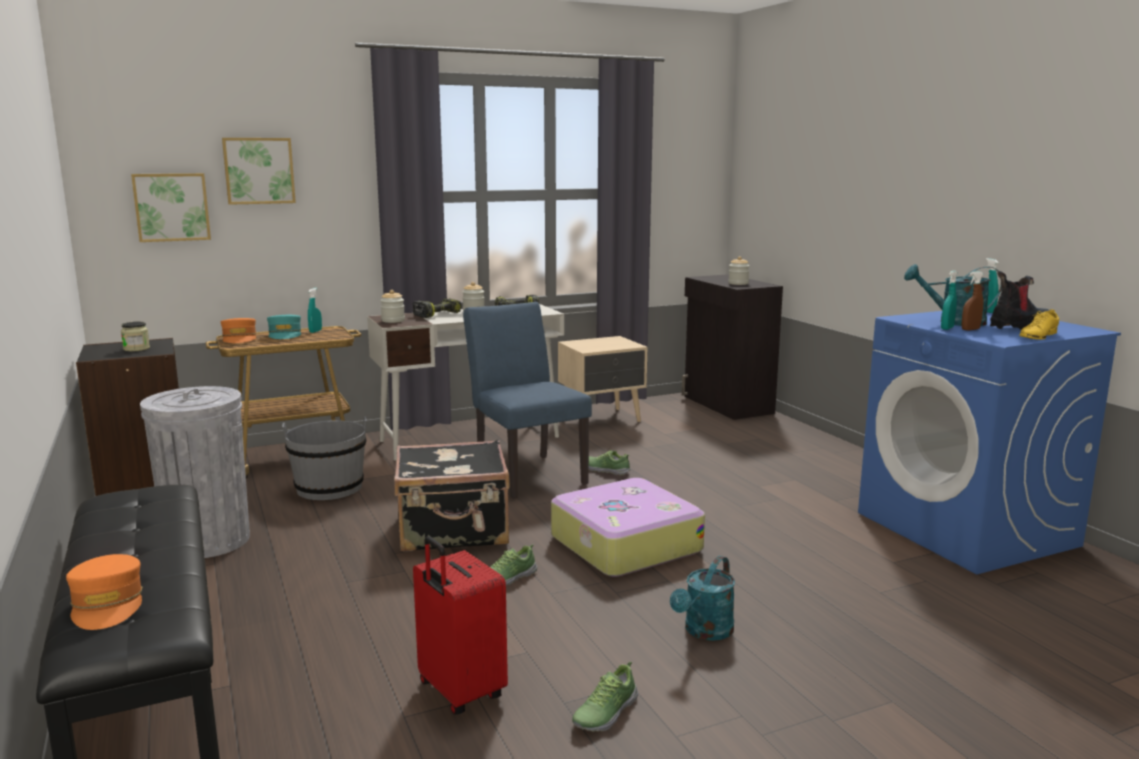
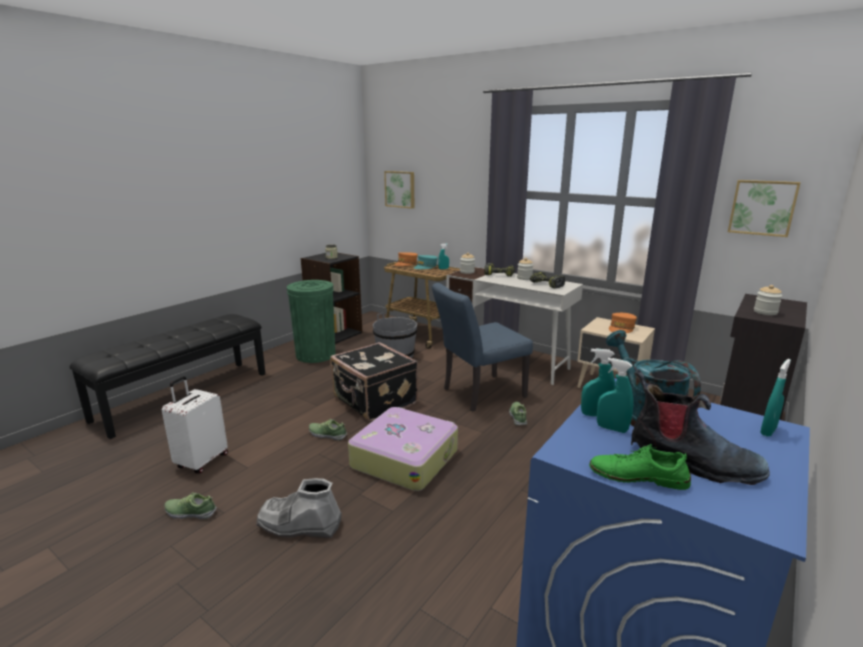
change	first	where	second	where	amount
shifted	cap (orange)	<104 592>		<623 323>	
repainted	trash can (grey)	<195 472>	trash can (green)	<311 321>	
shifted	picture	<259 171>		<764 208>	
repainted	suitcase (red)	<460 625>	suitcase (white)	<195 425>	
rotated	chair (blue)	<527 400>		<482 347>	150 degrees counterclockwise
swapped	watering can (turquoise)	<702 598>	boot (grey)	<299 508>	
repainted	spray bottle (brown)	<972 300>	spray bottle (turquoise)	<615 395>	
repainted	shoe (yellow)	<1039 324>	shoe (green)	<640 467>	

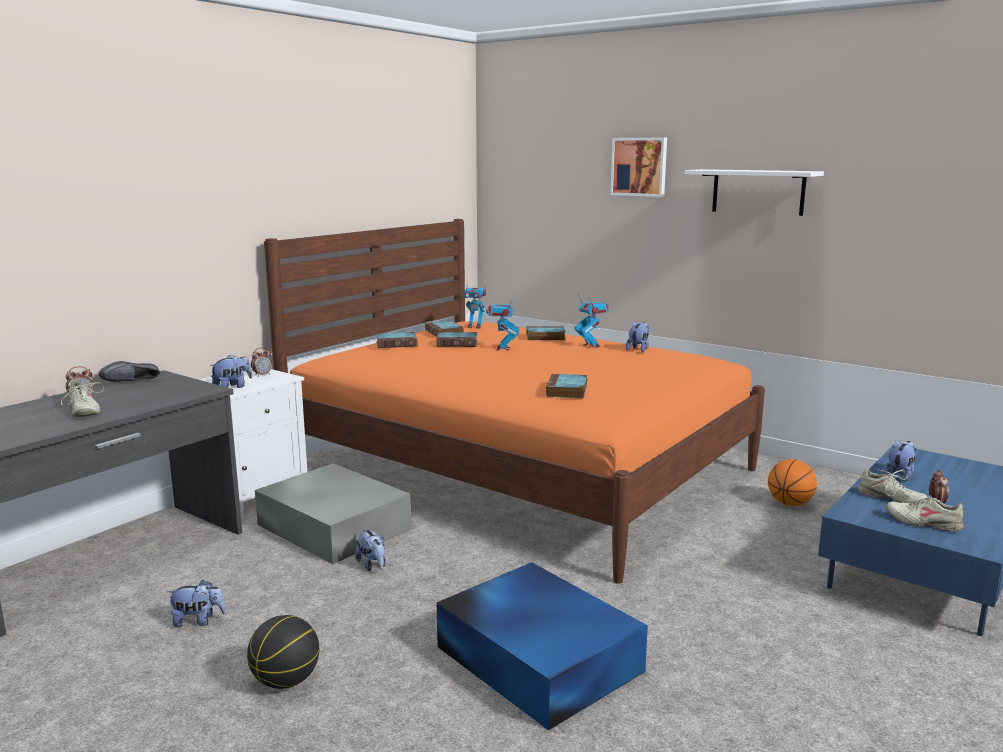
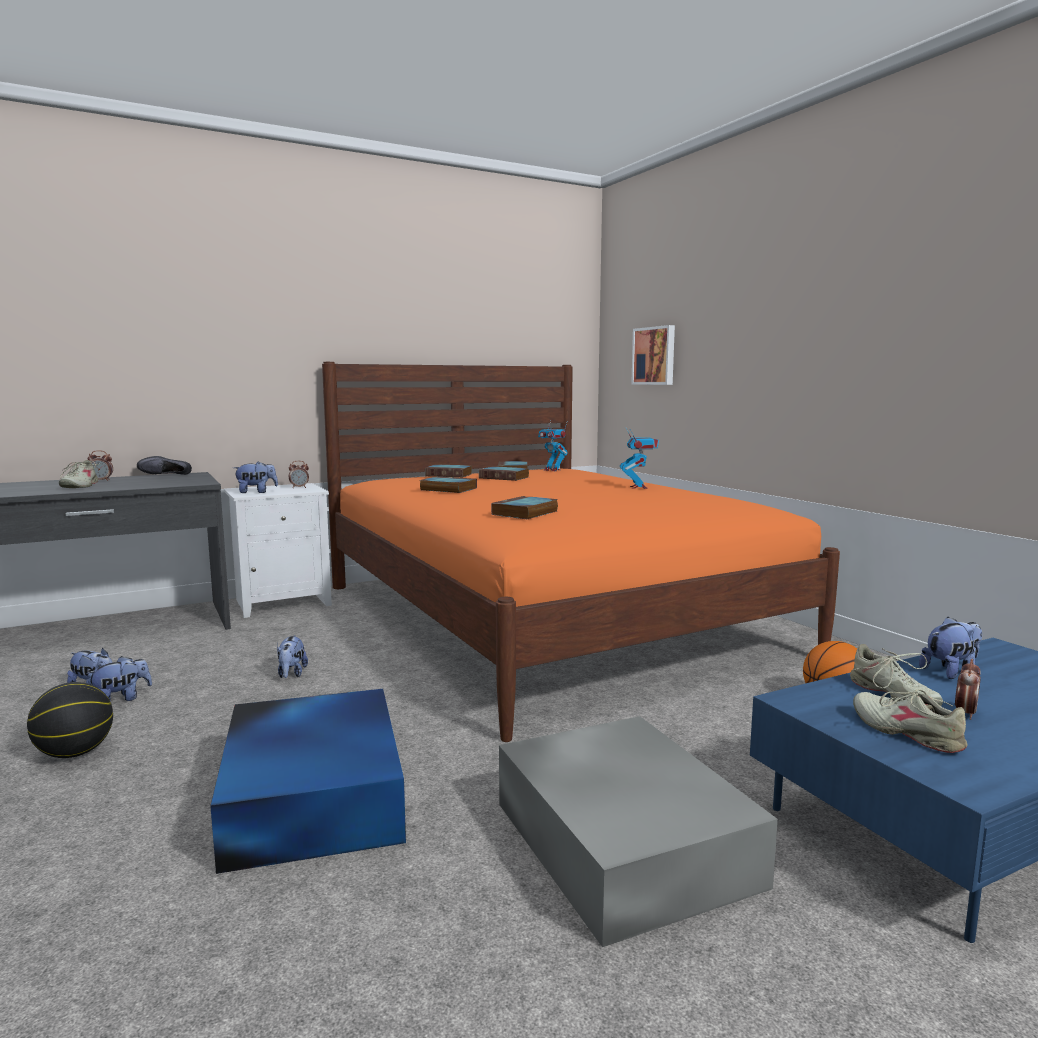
change	first	where	second	where	amount
shifted	storage box (grey)	<333 513>		<638 831>	
gone	toy robot	<502 323>			
shifted	book	<546 333>		<448 484>	
shifted	picture	<638 167>		<653 355>	
shifted	plush toy	<637 337>		<119 678>	
gone	shelf (white)	<754 192>			

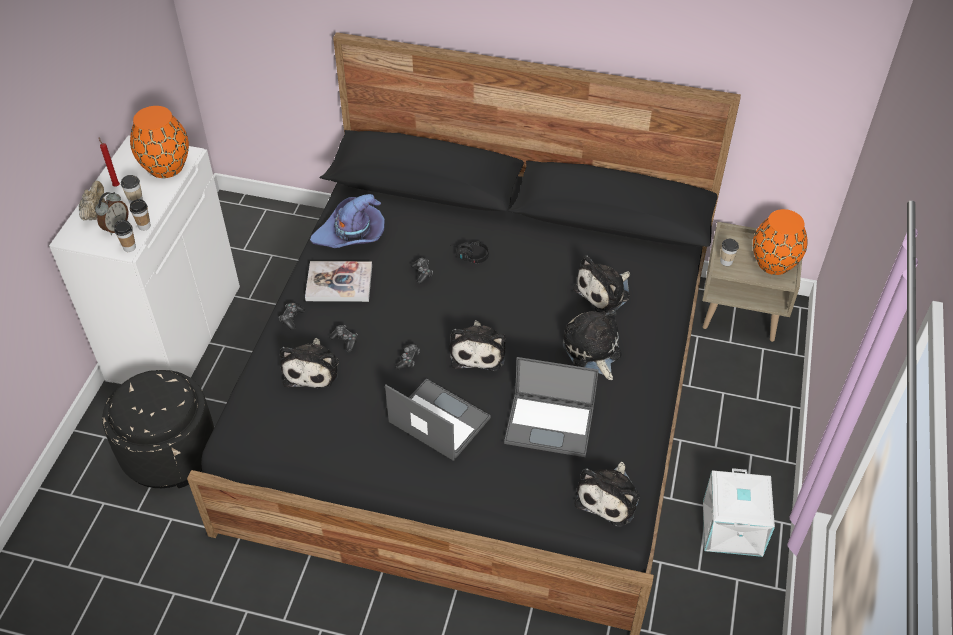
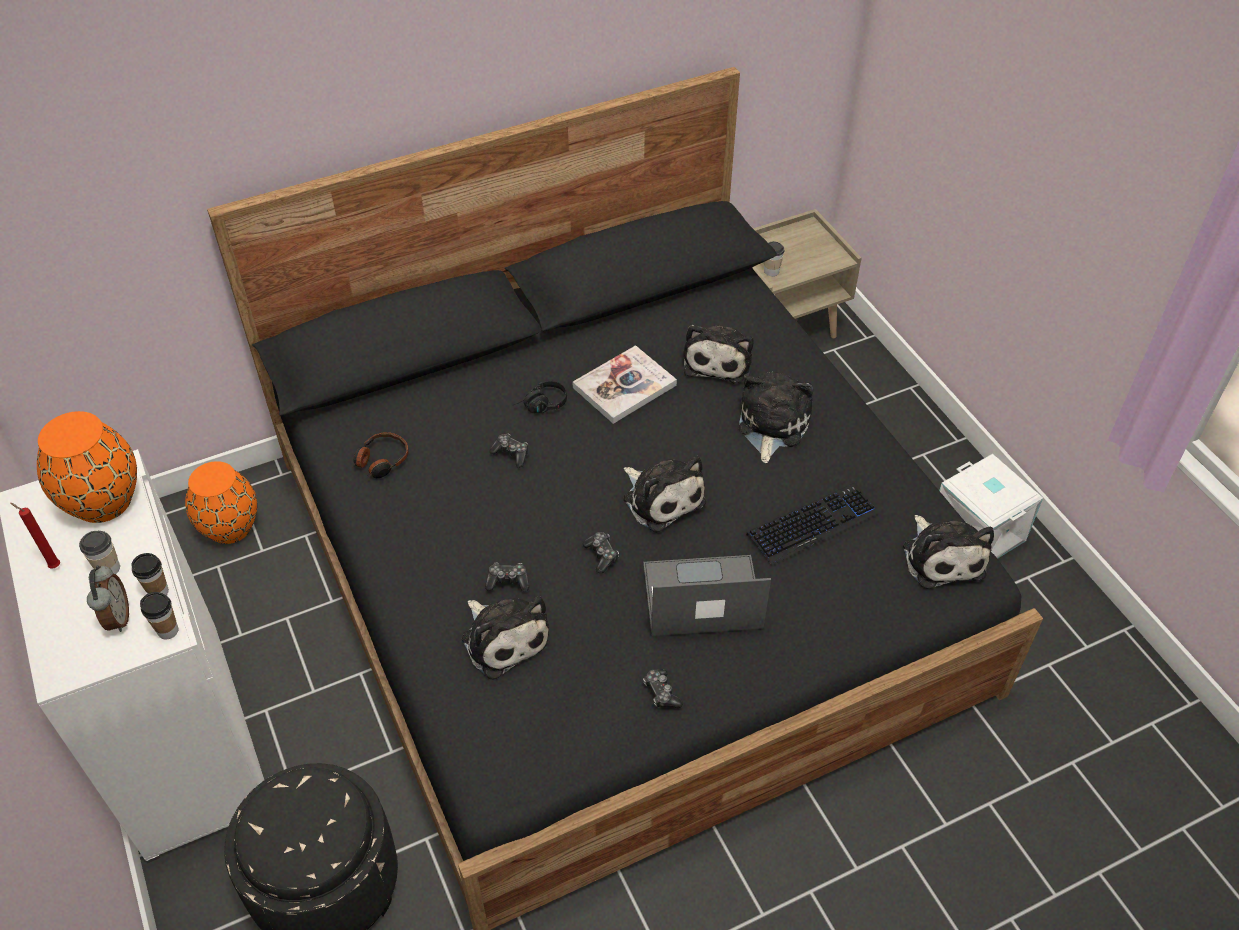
change	first	where	second	where	amount
gone	teapot (beige)	<92 200>			
shifted	game controller	<292 316>		<663 688>	
shifted	book	<338 281>		<625 384>	
swapped	hat (purple)	<347 221>	headphones	<381 455>	
swapped	laptop	<551 407>	keyboard	<813 524>	
rotated	plush toy	<592 344>		<776 417>	75 degrees clockwise
shifted	vase (orange)	<780 242>		<221 502>	

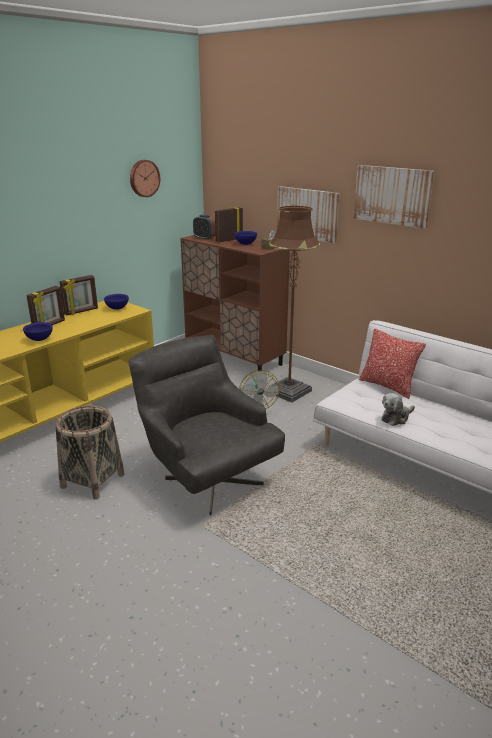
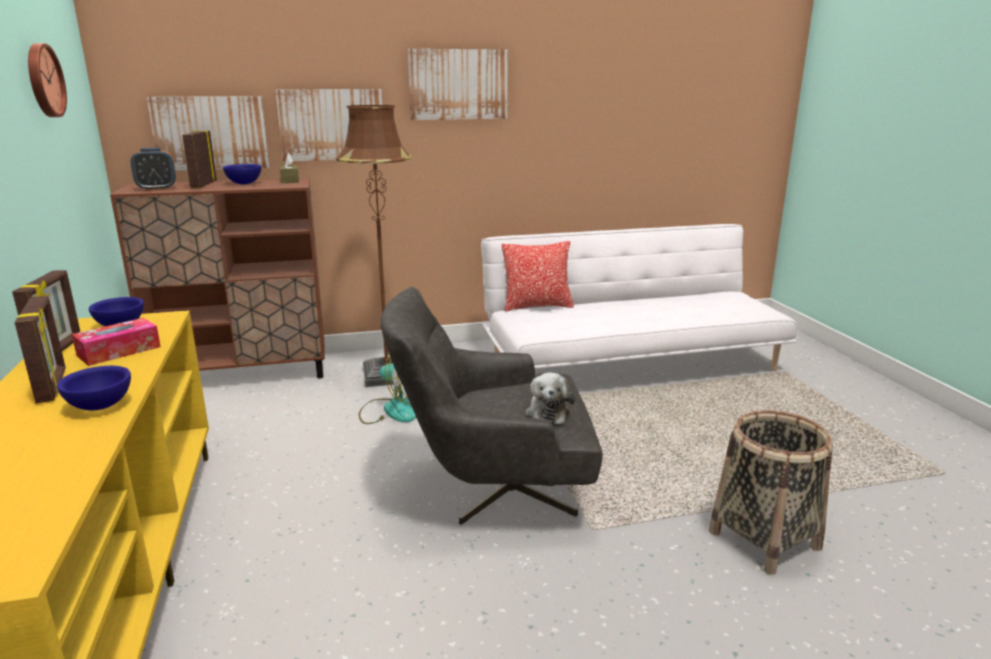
change	first	where	second	where	amount
shifted	basket	<90 452>		<771 492>	
shifted	plush toy	<398 409>		<550 398>	
new			tissue box	<116 342>	
new			picture	<208 133>	

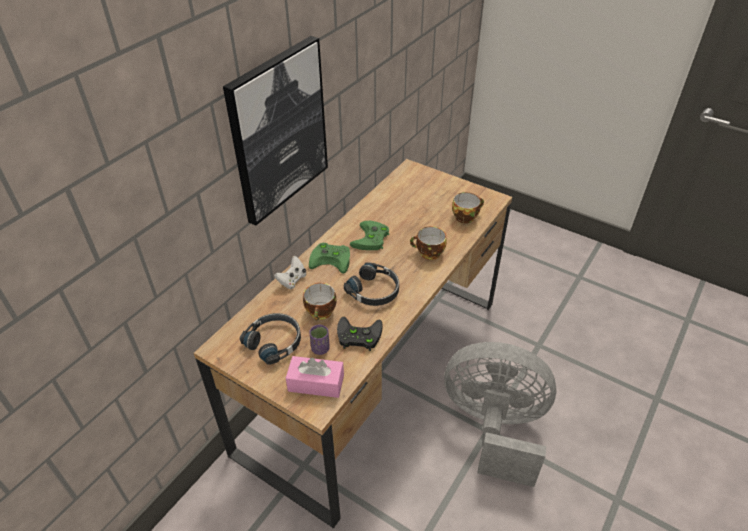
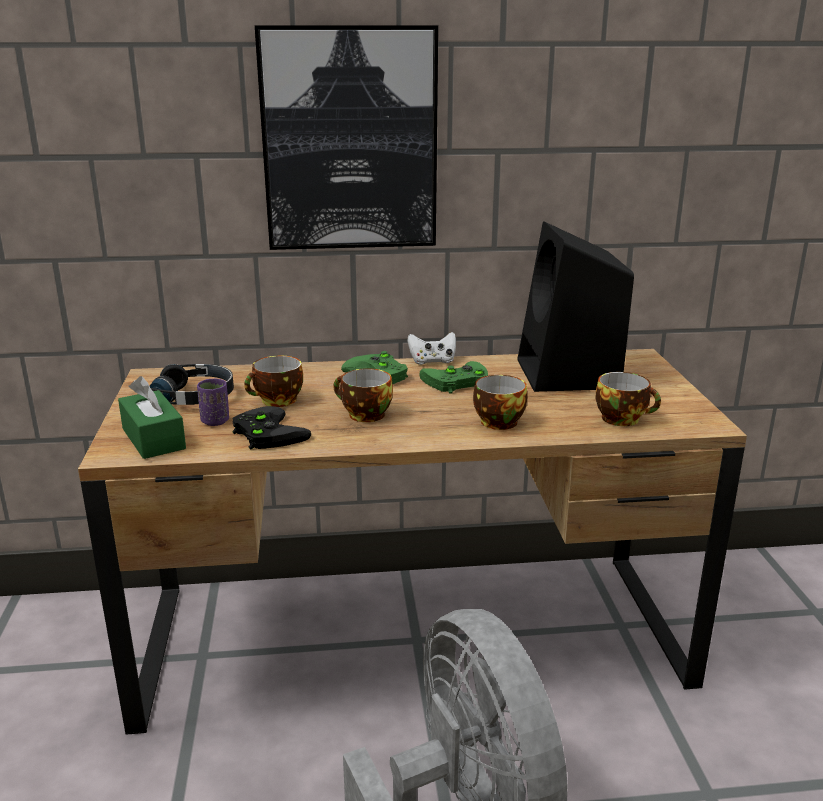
change	first	where	second	where	amount
shifted	game controller (white)	<290 272>		<432 348>	
repainted	tissue box (pink)	<315 377>	tissue box (green)	<152 417>	
swapped	headphones (black)	<371 284>	cup	<363 395>	
new			speaker (black)	<575 306>	

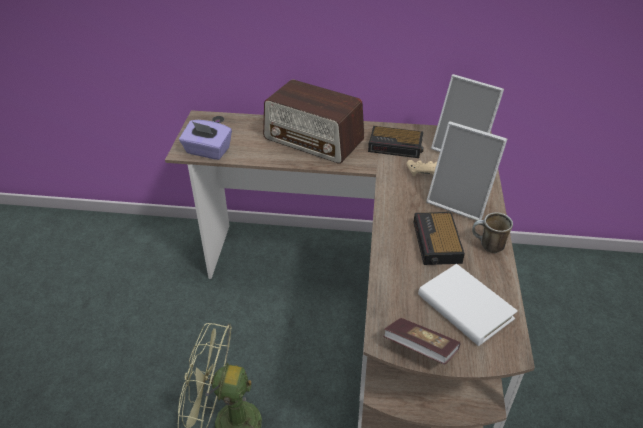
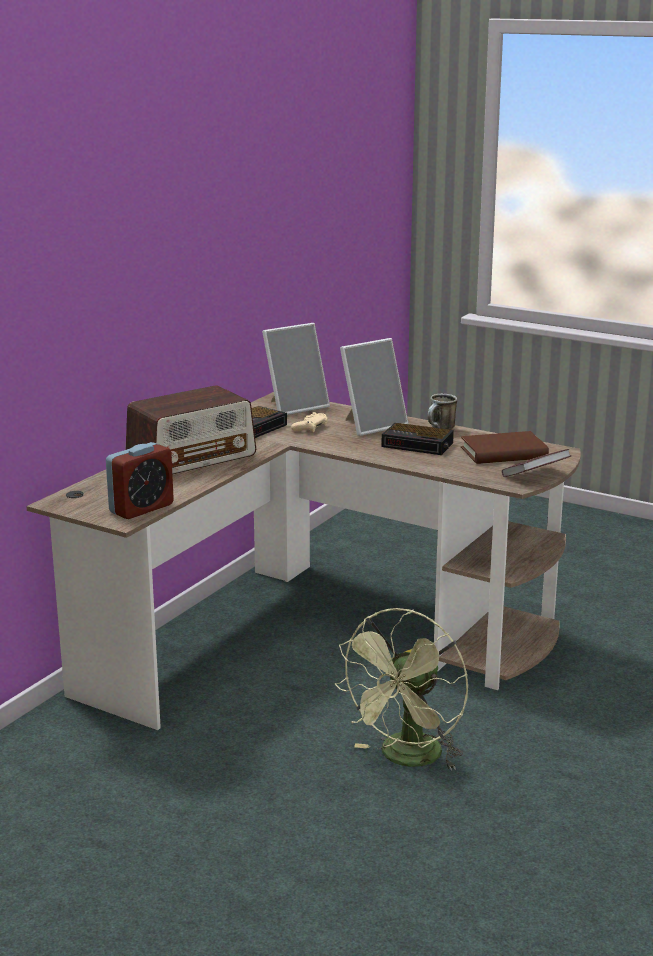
change	first	where	second	where	amount
swapped	tissue box (purple)	<205 140>	alarm clock	<140 480>	
repainted	book (white)	<468 305>	book (brown)	<505 447>	

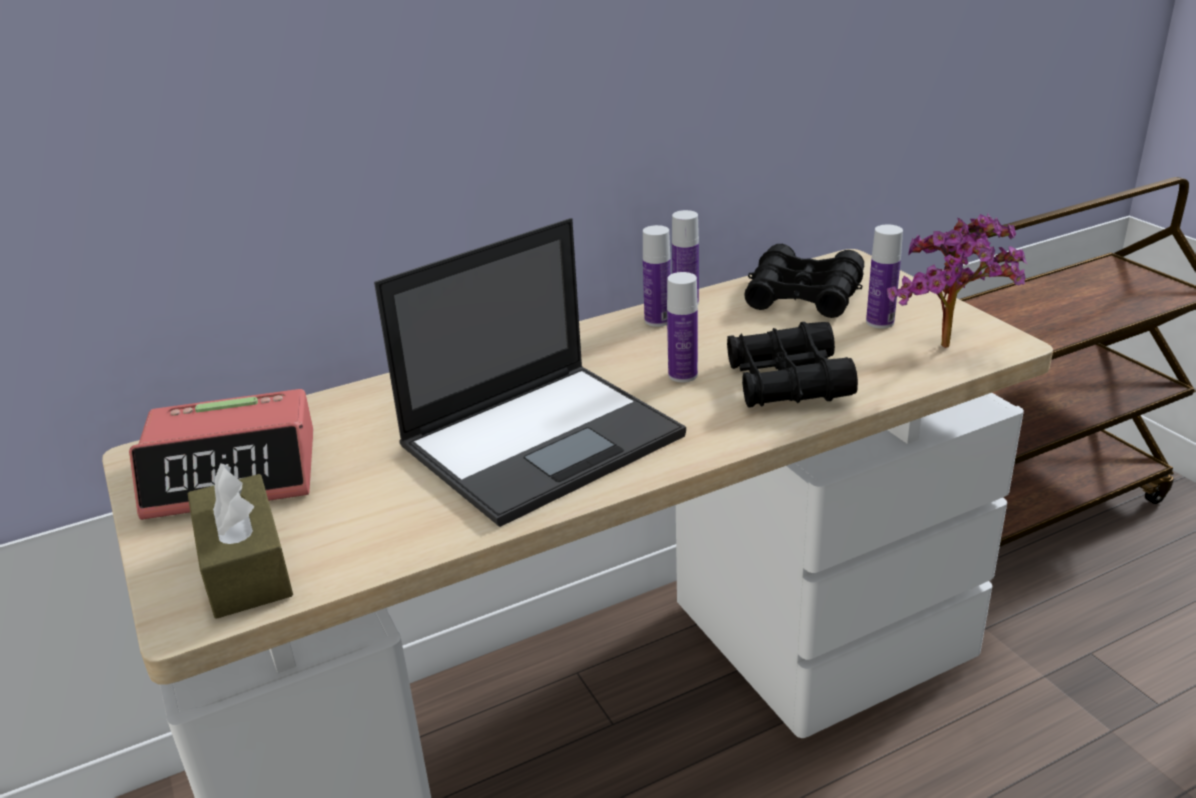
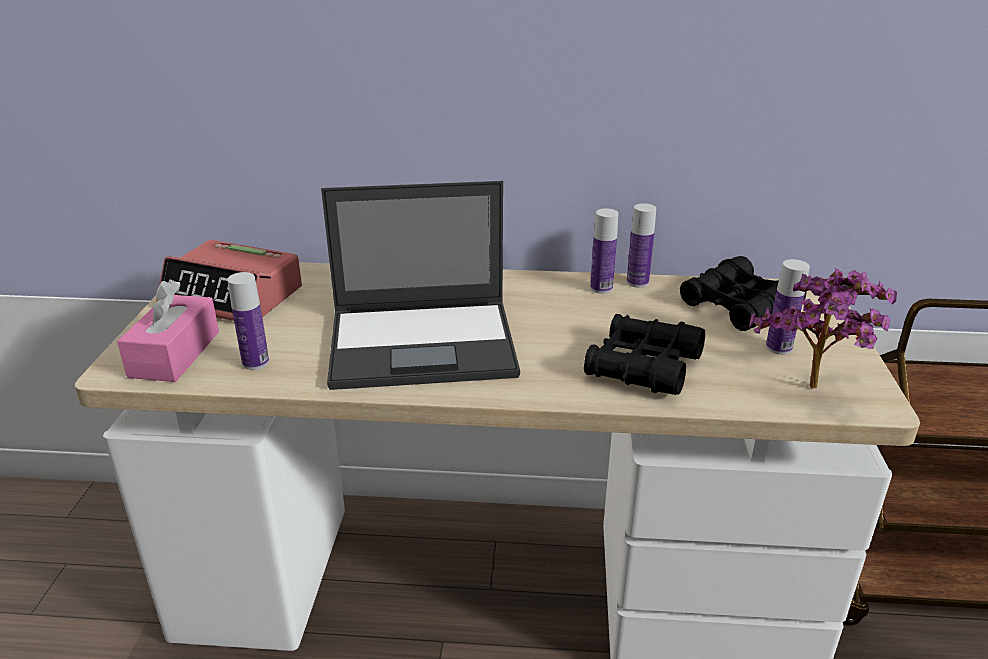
change	first	where	second	where	amount
repainted	tissue box (brown)	<240 541>	tissue box (pink)	<168 331>	
shifted	bottle	<682 327>		<248 321>	

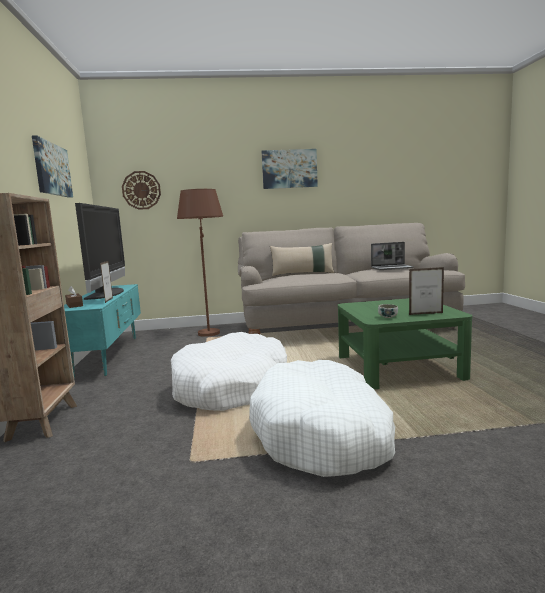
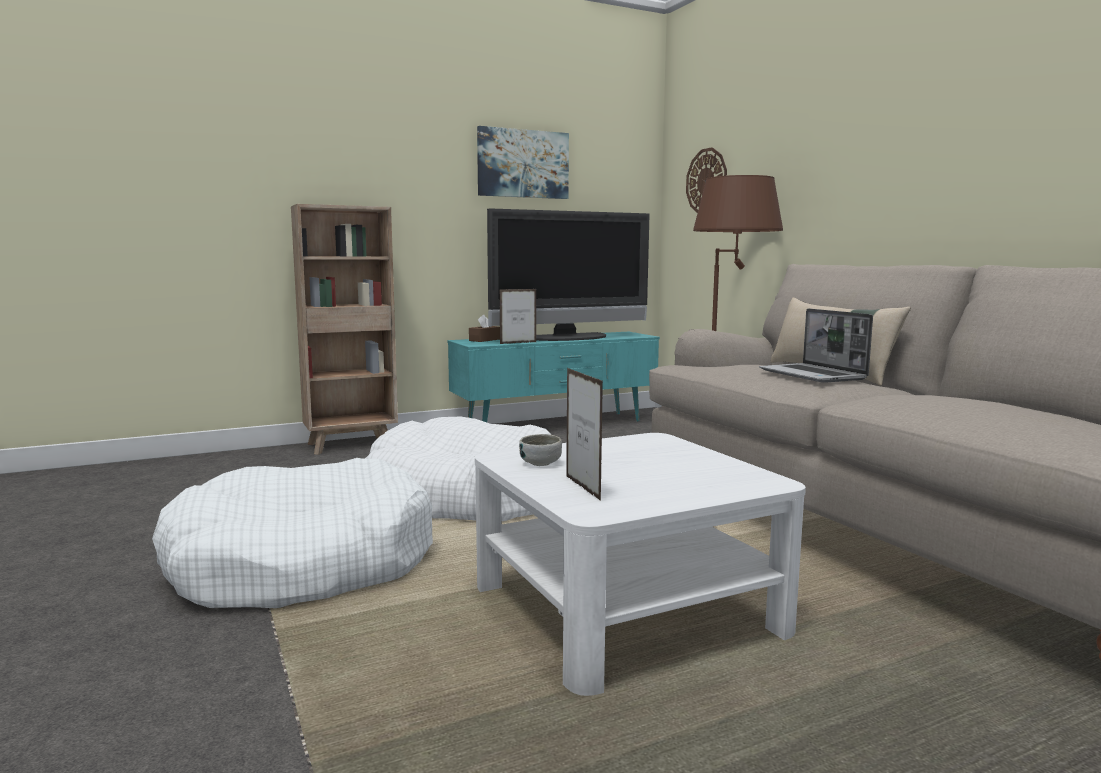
change	first	where	second	where	amount
gone	picture	<289 169>			
repainted	coffee table (green)	<405 343>	coffee table (white)	<640 564>	
shifted	laptop	<392 256>		<816 346>	

